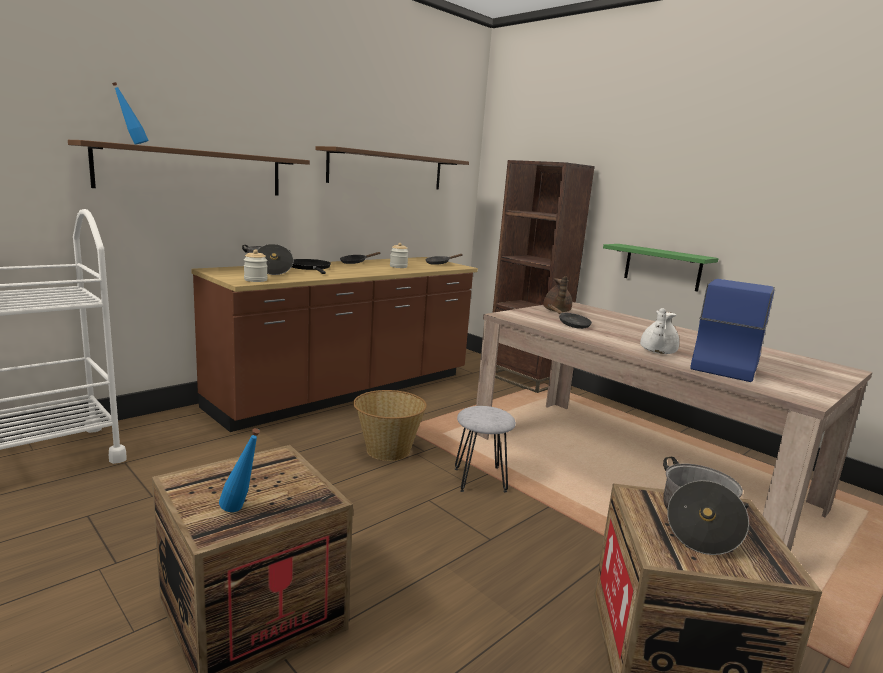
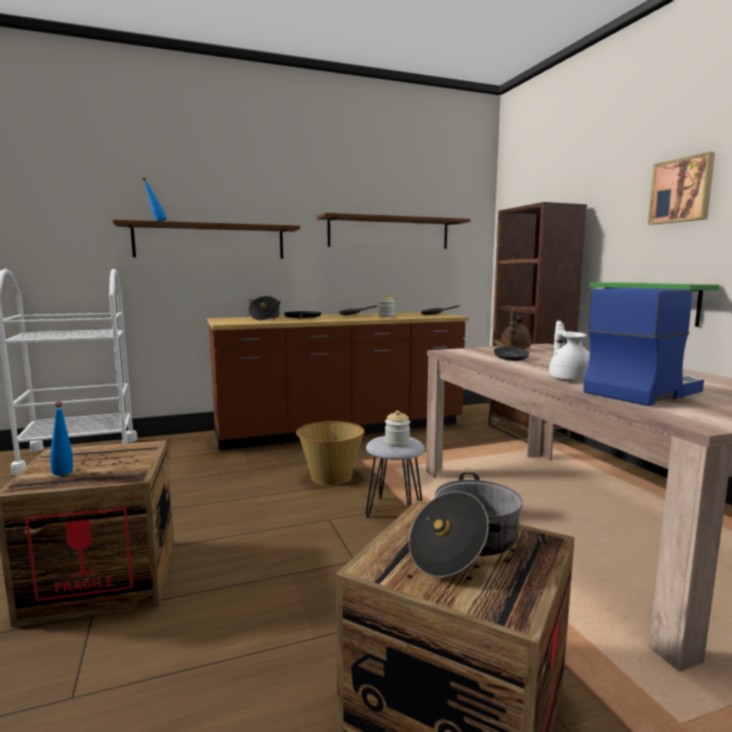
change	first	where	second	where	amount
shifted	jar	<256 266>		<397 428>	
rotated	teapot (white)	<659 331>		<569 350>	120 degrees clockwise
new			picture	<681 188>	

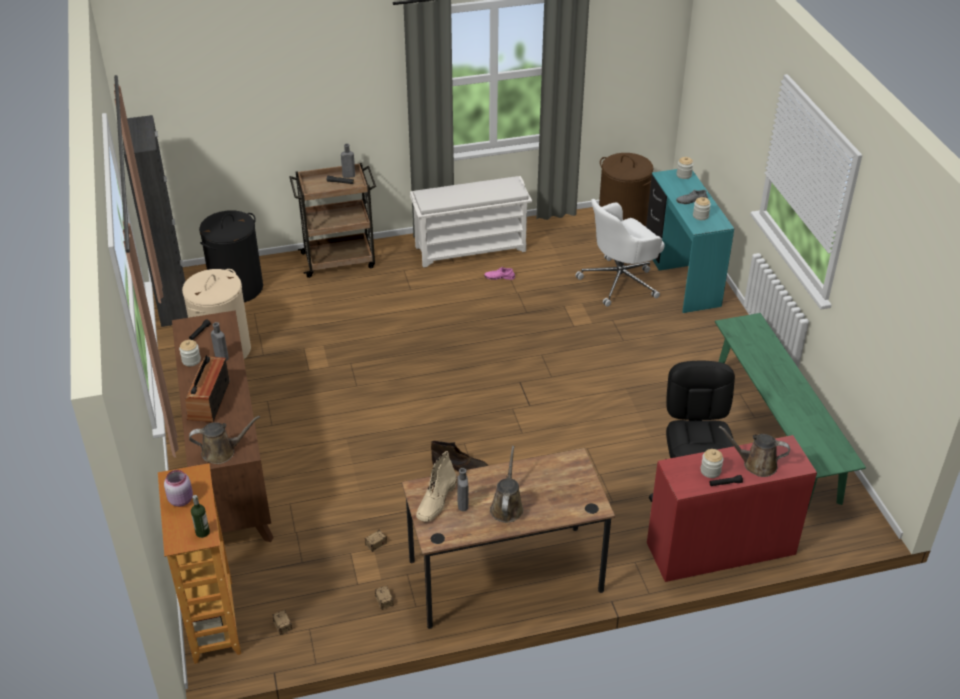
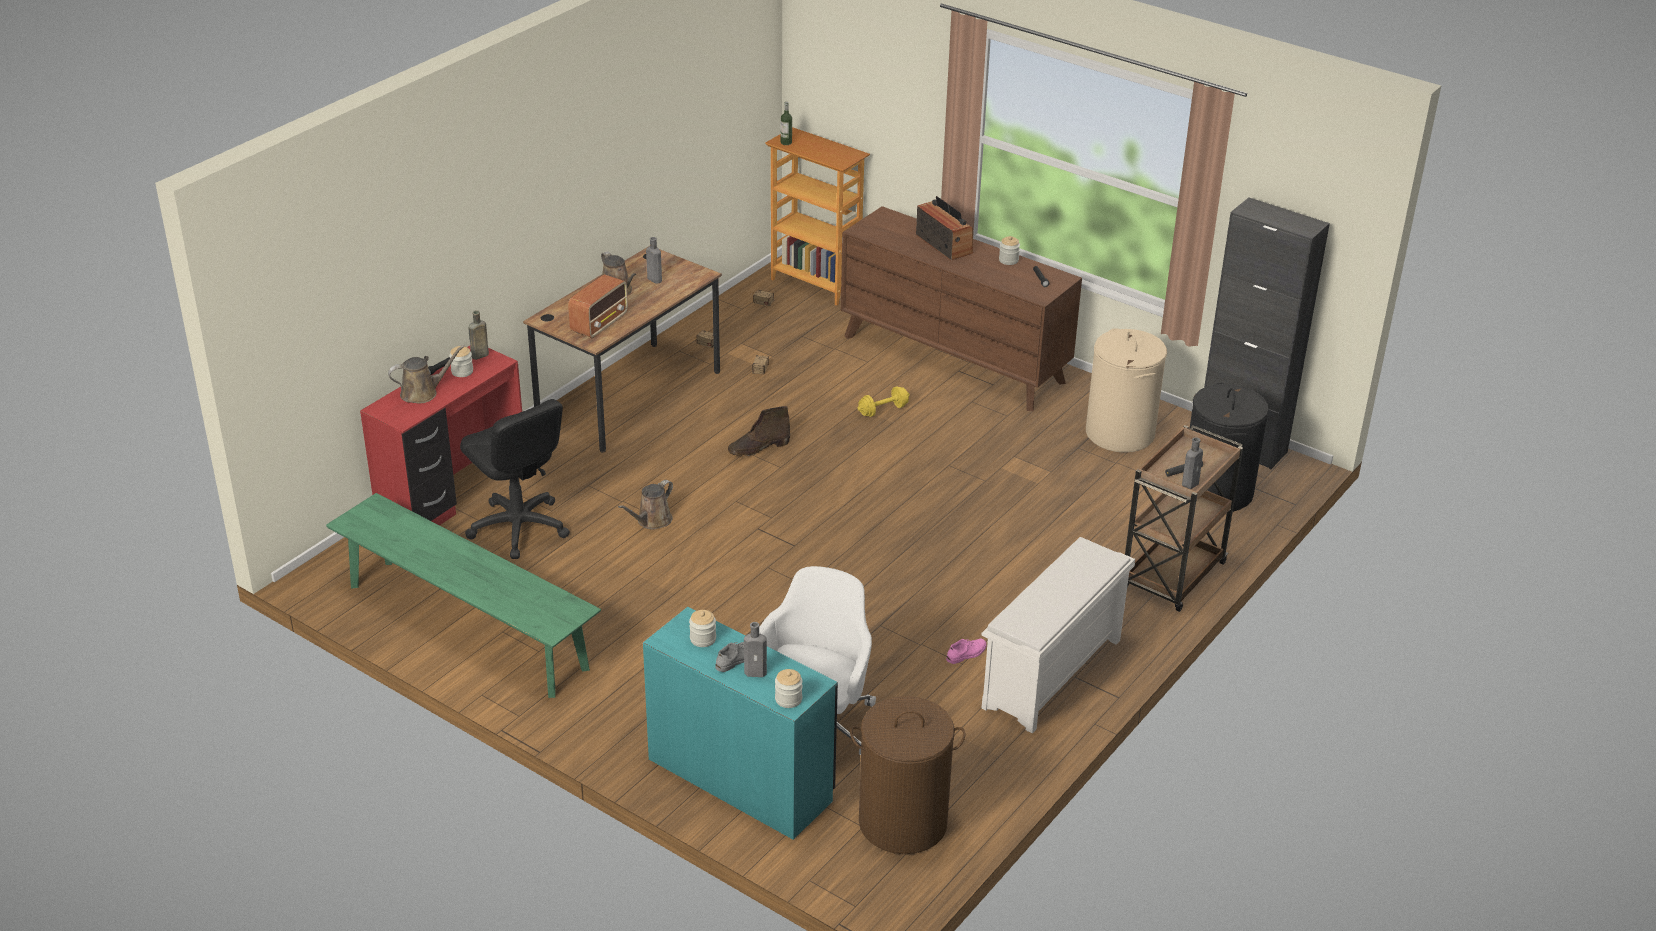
change	first	where	second	where	amount
gone	jar (pink)	<178 488>			
shifted	watering can (brown)	<224 440>		<645 505>	
shifted	bottle (grey)	<220 341>		<755 649>	
gone	boot (beige)	<436 486>			
new			bottle (brown)	<478 335>	
new			radio	<598 306>	
new			dumbbell (yellow)	<883 402>	

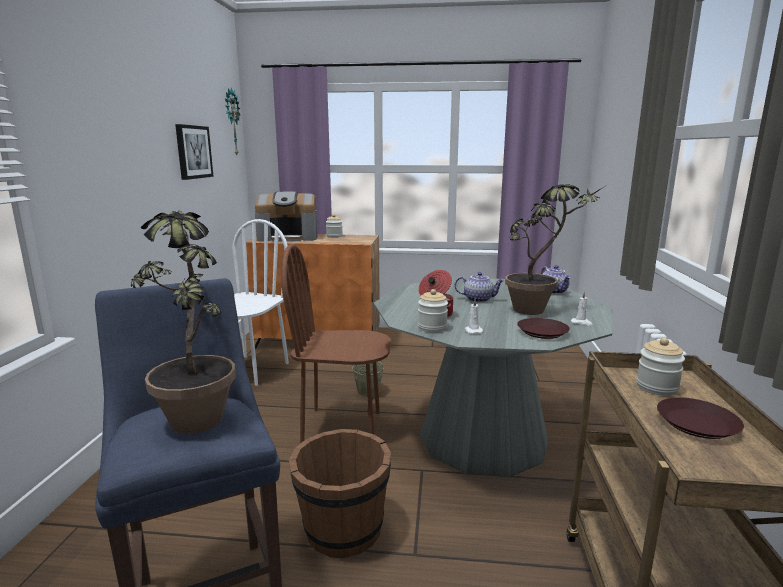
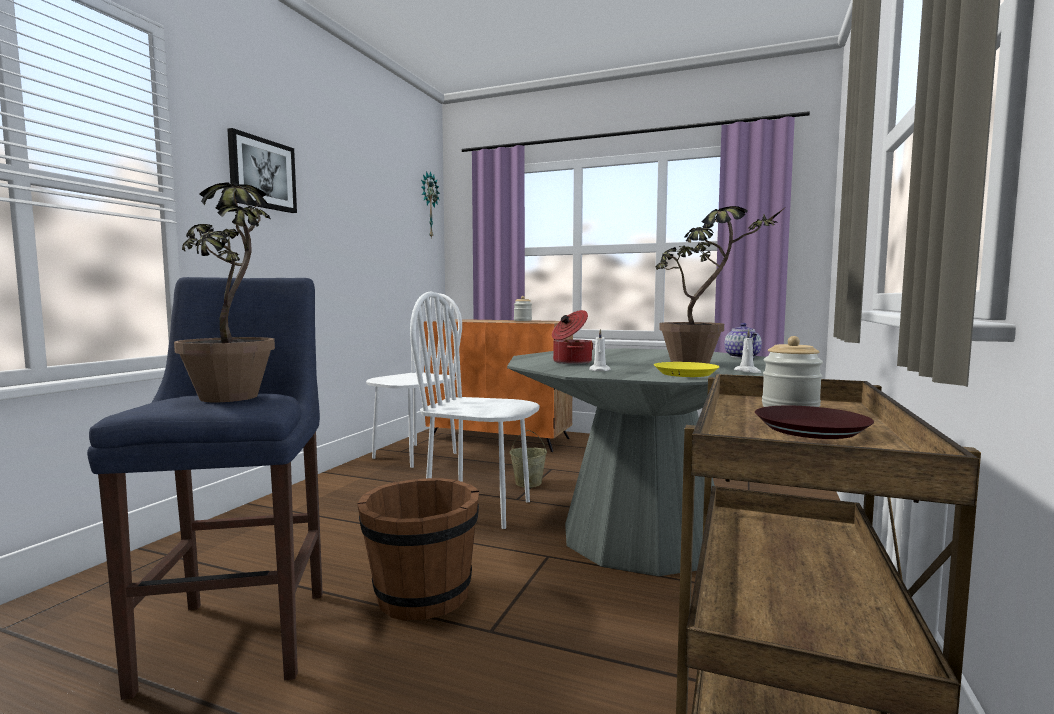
change	first	where	second	where	amount
shifted	picture	<194 152>		<262 170>	
gone	coffee machine	<286 216>			
repainted	chair (brown)	<336 344>	chair (white)	<475 410>	
gone	jar	<433 310>			
gone	teapot	<480 287>			
repainted	plate (brown)	<543 328>	plate (yellow)	<687 369>	

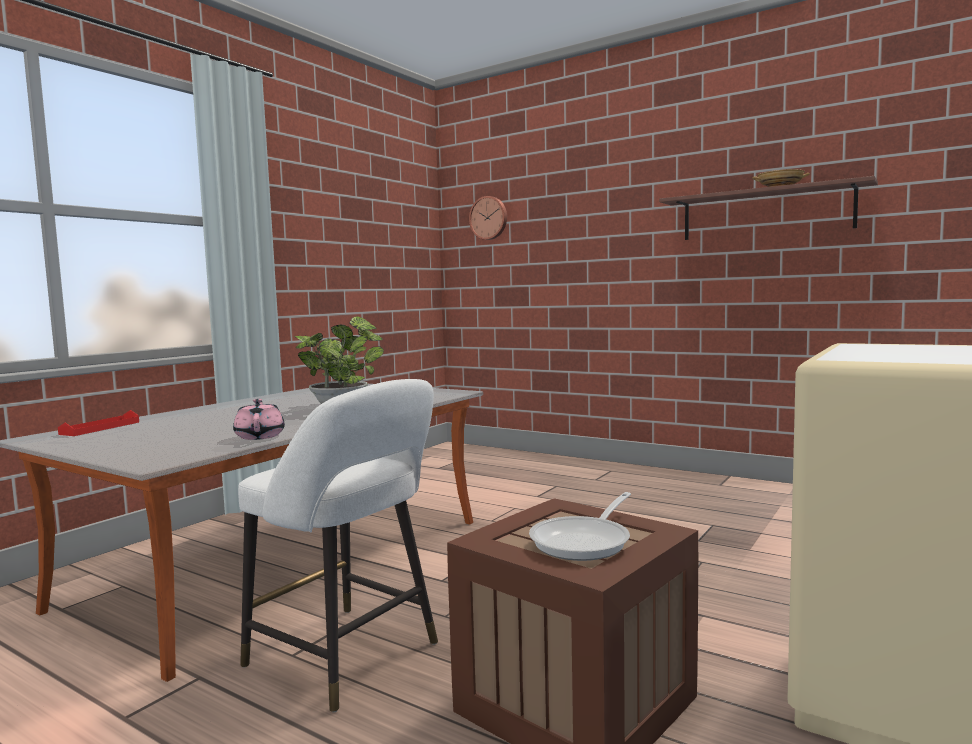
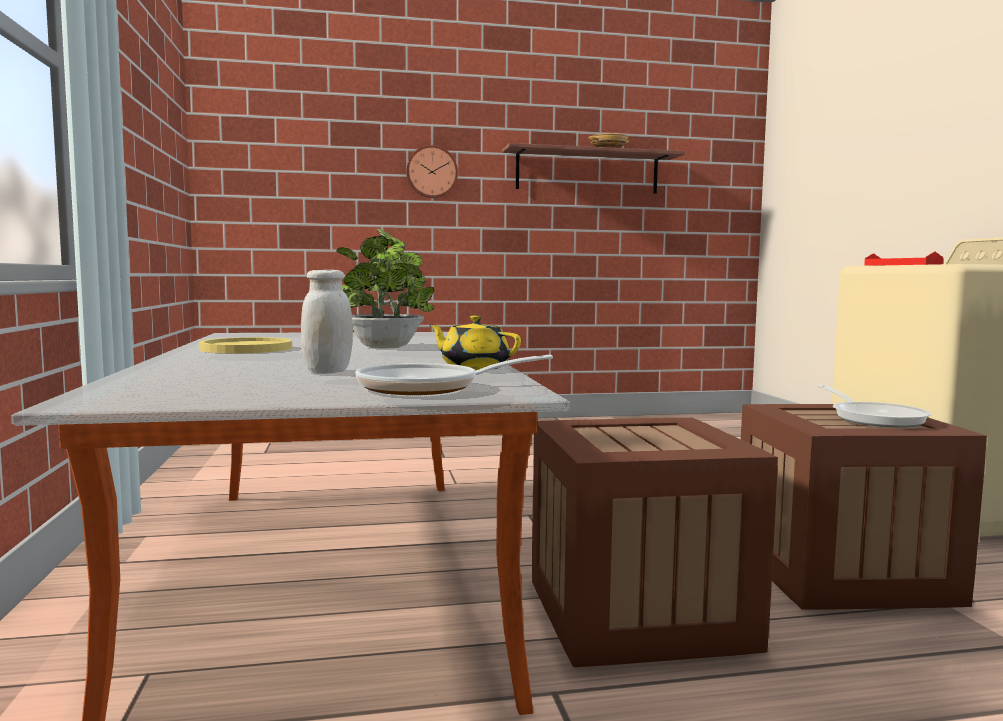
change	first	where	second	where	amount
shifted	tray (red)	<98 423>		<903 259>	
repainted	teapot (pink)	<259 419>	teapot (yellow)	<474 342>	
swapped	stool (white)	<338 545>	crate	<655 542>	
shifted	wall clock	<488 218>		<432 171>	
new			plate (yellow)	<245 345>	
new			jar (white)	<327 322>	
new			frying pan	<454 375>	

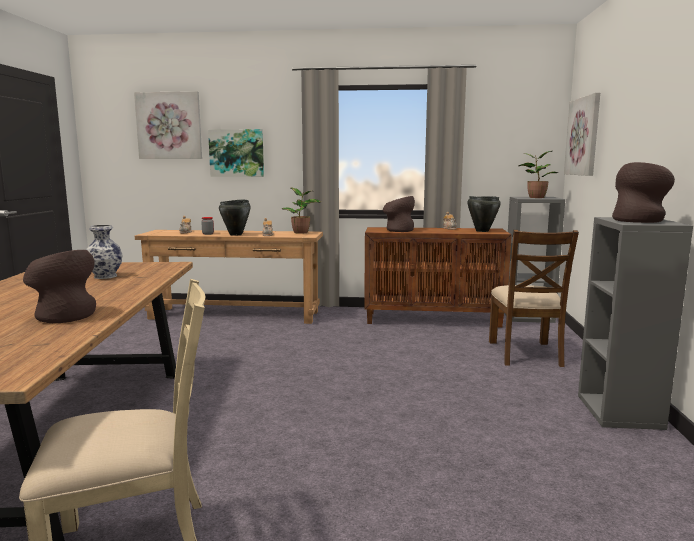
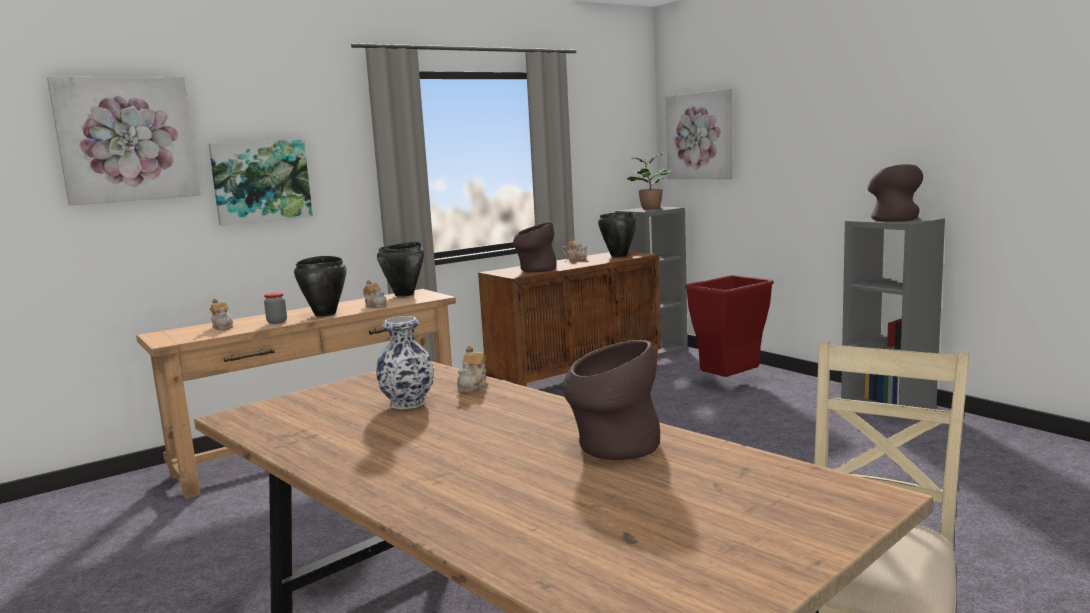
change	first	where	second	where	amount
swapped	potted plant	<301 211>	cooking pot (black)	<400 269>	
swapped	chair (brown)	<534 298>	trash can (red)	<729 326>	
new			teapot	<472 369>	

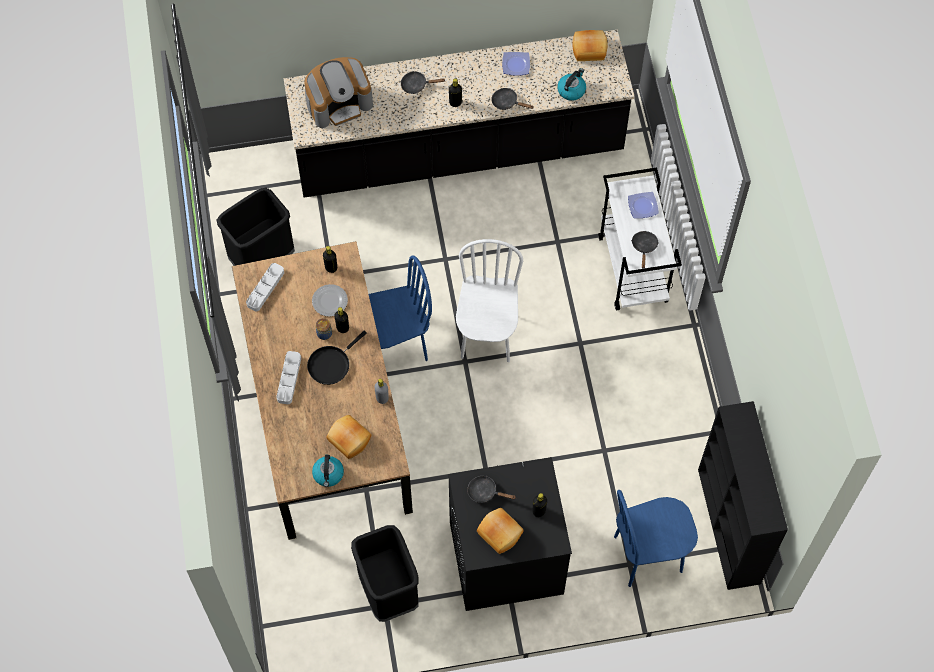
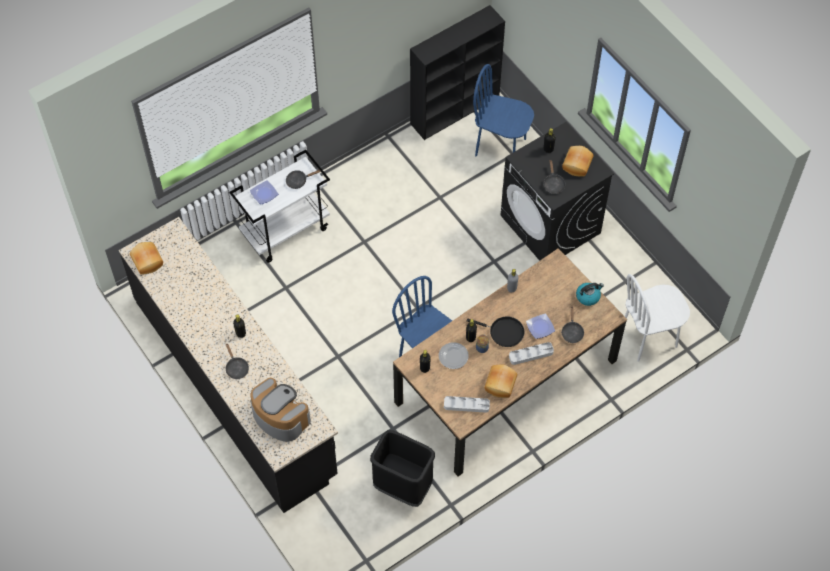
change	first	where	second	where	amount
shifted	bread	<348 437>		<501 381>	
gone	trash can (black)	<385 573>			
shifted	chair (white)	<489 300>		<657 318>	
shifted	frying pan (black)	<512 99>		<573 325>	
shifted	plate	<516 64>		<540 326>	
gone	kettle	<571 84>			
rotated	chair (blue)	<656 538>		<503 110>	150 degrees clockwise

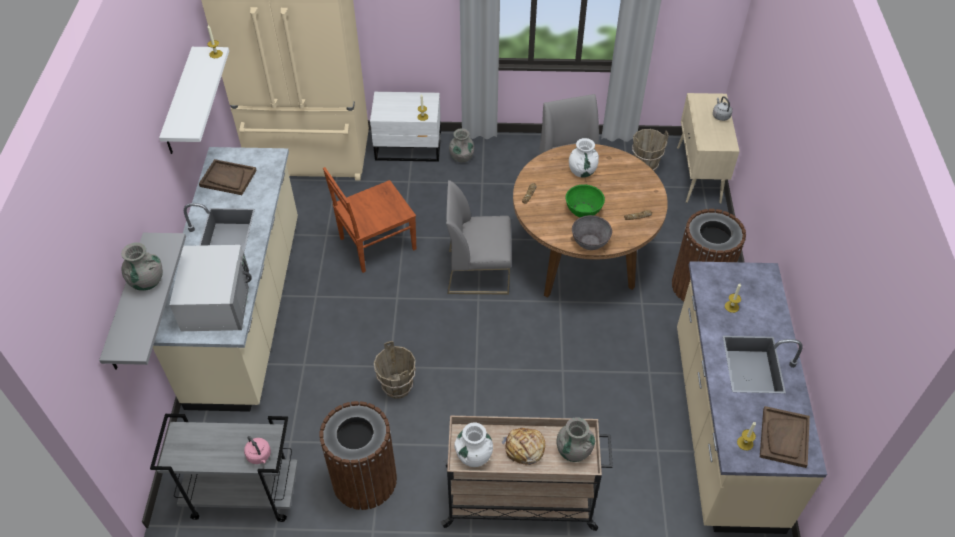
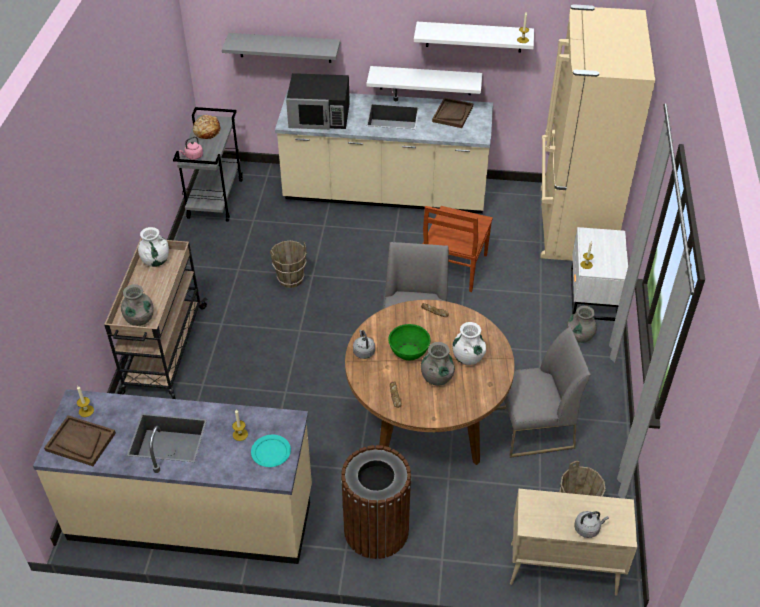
change	first	where	second	where	amount
shifted	vase (grey)	<142 266>		<438 363>	
repainted	microwave (white)	<211 288>	microwave (black)	<318 101>	
gone	trash can (brown)	<358 455>			
rotated	chair (brown)	<369 220>		<458 249>	135 degrees counterclockwise
shifted	bread	<523 446>		<207 127>	
swapped	bowl (grey)	<592 232>	kettle (grey)	<364 344>	
new			plate (turquoise)	<271 451>	
new			shelf (white)	<424 80>	

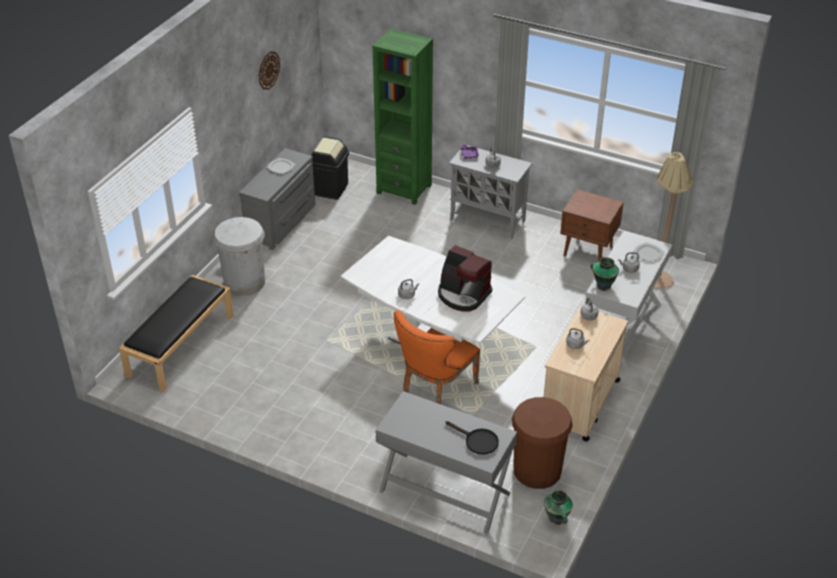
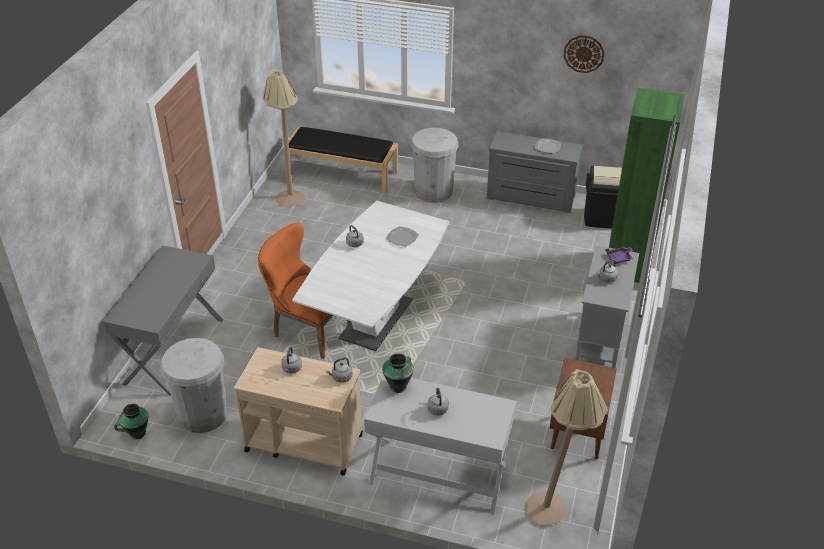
change	first	where	second	where	amount
gone	coffee machine	<465 278>			
gone	frying pan (black)	<472 438>			
repainted	trash can (brown)	<542 443>	trash can (white)	<194 385>	
shifted	plate	<648 252>		<402 236>	
new			floor lamp (beige)	<284 138>	

